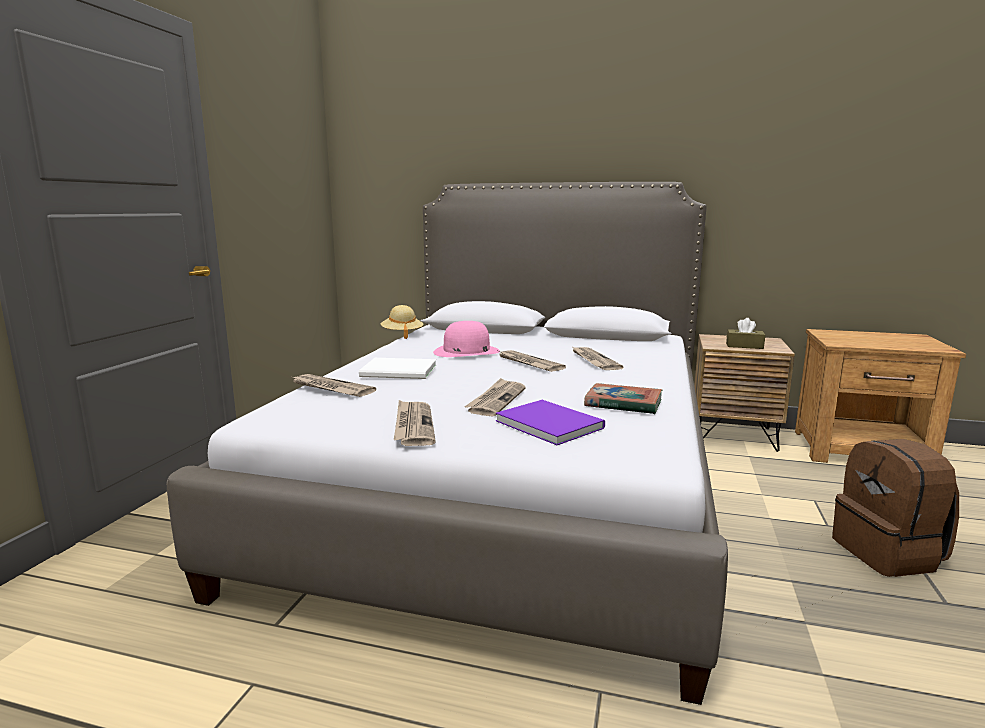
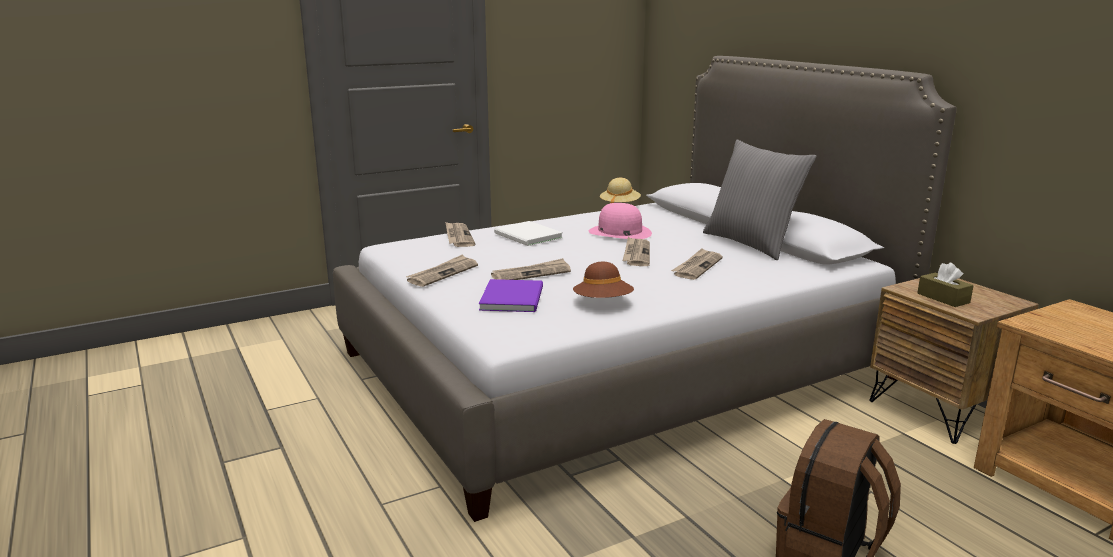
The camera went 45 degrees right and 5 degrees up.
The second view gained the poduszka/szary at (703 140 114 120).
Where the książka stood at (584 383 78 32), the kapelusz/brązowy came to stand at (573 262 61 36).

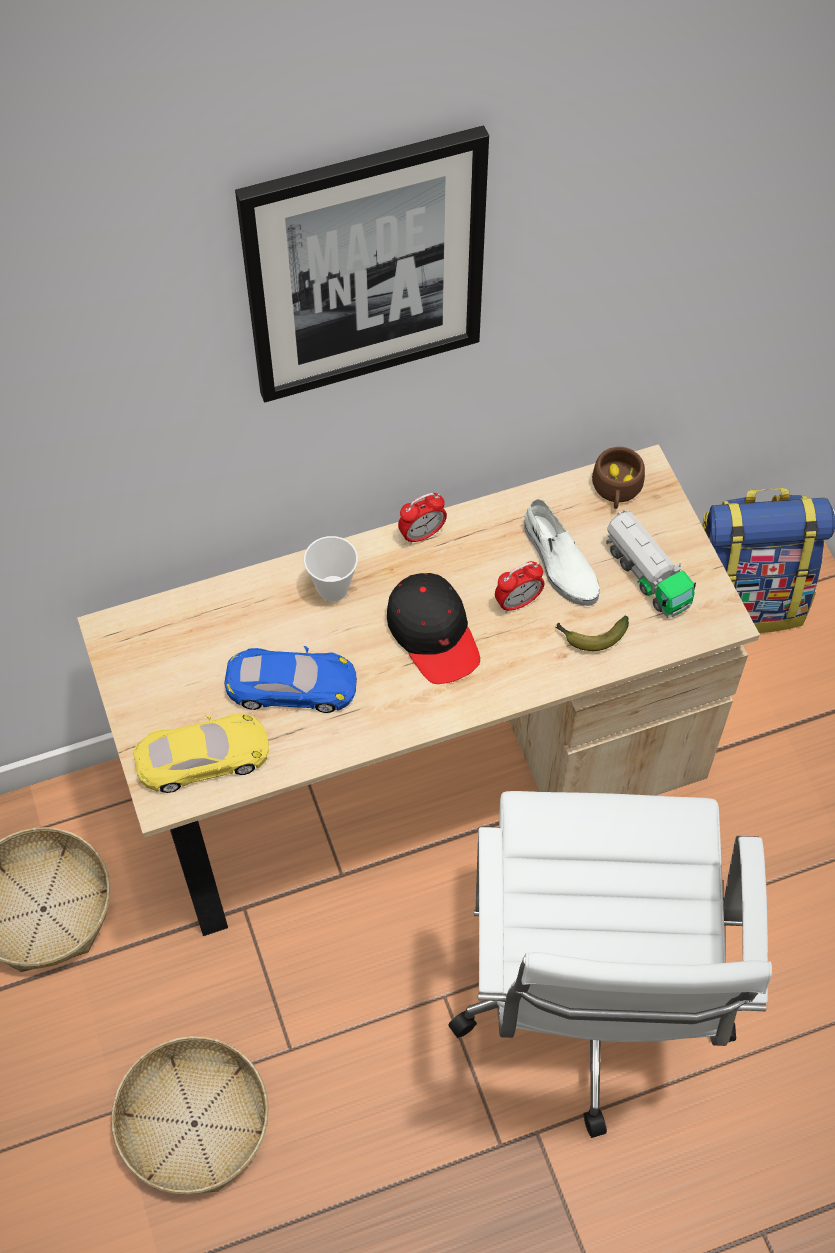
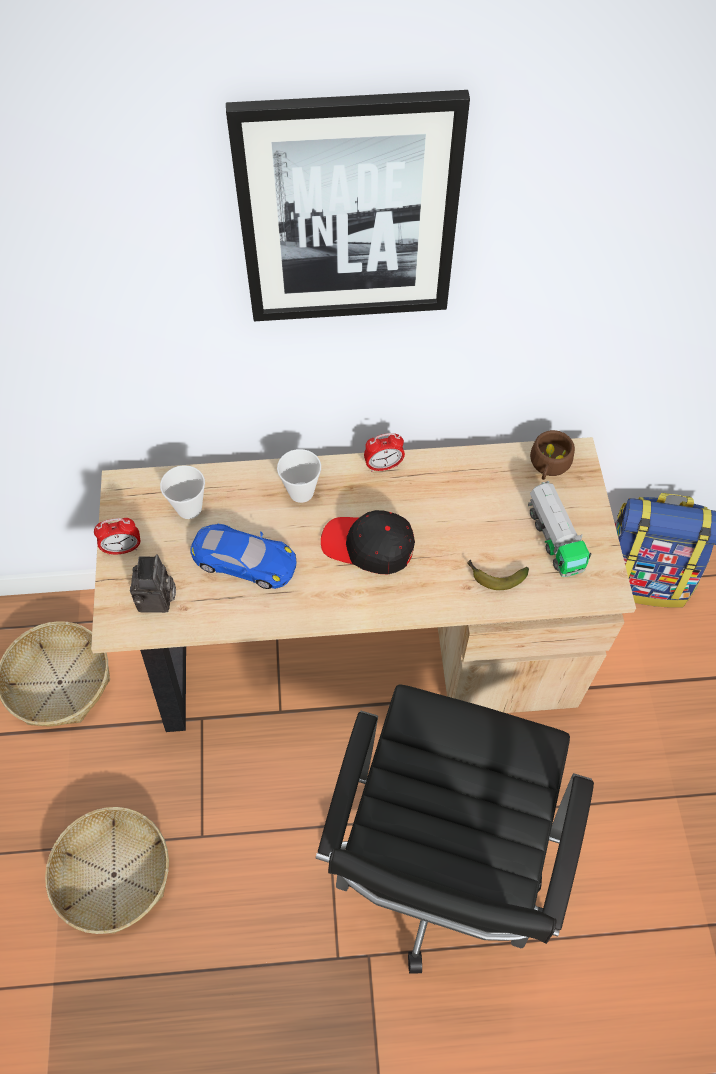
The camera went 15 degrees right and 0 degrees up.
The second view lost the but/biały at (524 499 76 107).
The second view gained the filiżanka at (160 465 45 54).
The budzik ended up elsewhere, having gone from (495 561 49 52) to (94 518 46 37).
Where the samochodzik/żółty stood at (133 713 136 80), the aparat fotograficzny came to stand at (130 555 46 58).
What was the krzesło biurowe/biały at (448 791 324 347) turned into the krzesło biurowe/czarny at (316 684 278 290).
The czapka z daszkiem/czarny at (387 573 93 111) ended up facing another way, 120 degrees clockwise from before.

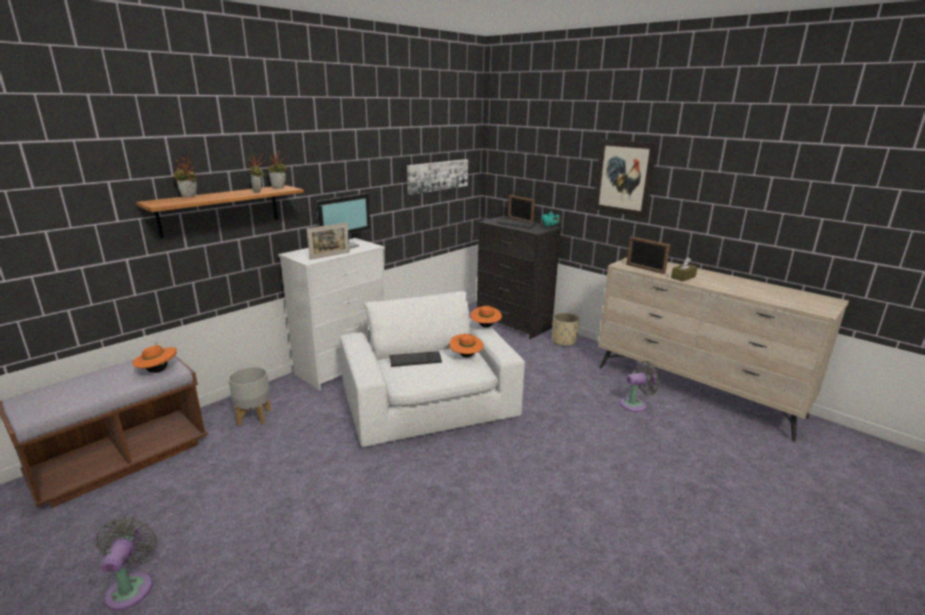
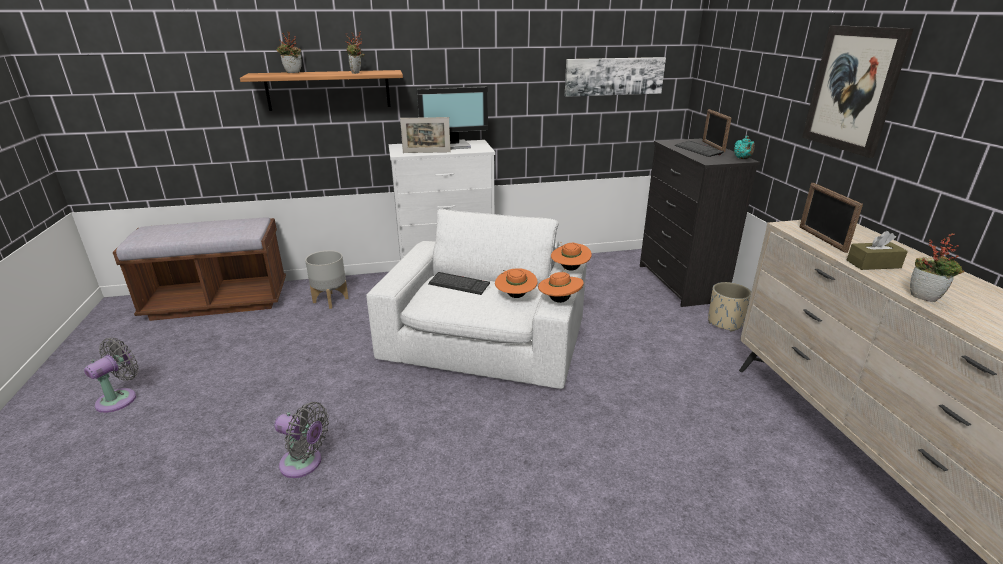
The camera went 35 degrees right and 5 degrees up.
The kapelusz/pomarańczowy ended up elsewhere, having gone from (132 342 45 31) to (538 269 46 34).
The roślina doniczkowa ended up elsewhere, having gone from (268 151 19 38) to (910 233 54 69).
The wentylator/szary ended up elsewhere, having gone from (620 361 40 51) to (274 402 55 76).

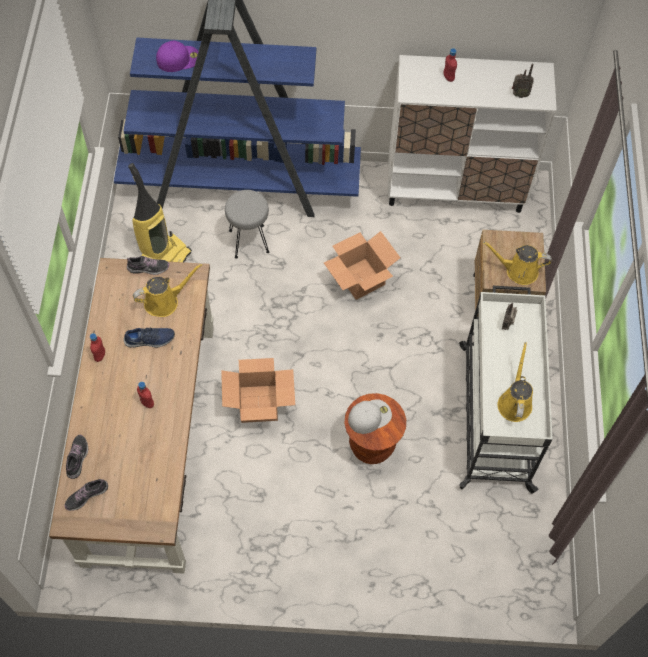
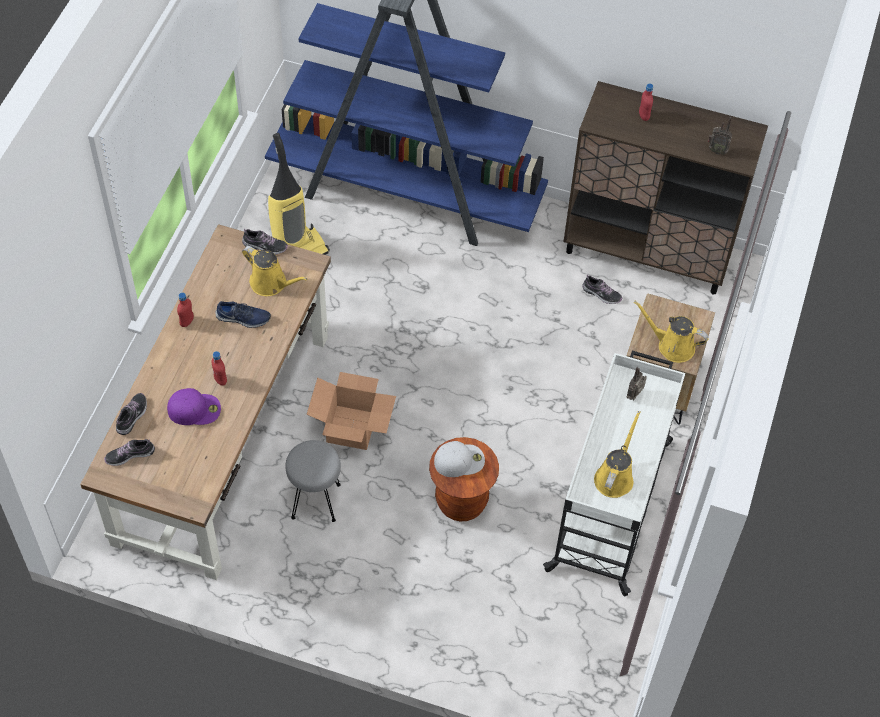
The camera went 15 degrees right and 5 degrees down.
The second view lost the karton at (324 231 76 69).
The second view gained the but at (582 275 40 29).
The czapka z daszkiem/fioletowy ended up elsewhere, having gone from (156 41 43 31) to (167 388 54 37).
The stołek/szary ended up elsewhere, having gone from (225 190 44 69) to (285 440 56 82).
What was the szafka/biały at (387 55 170 158) turned into the szafka/brązowy at (563 81 205 213).
The konewka/żółty at (133 263 69 54) ended up facing another way, 45 degrees clockwise from before.

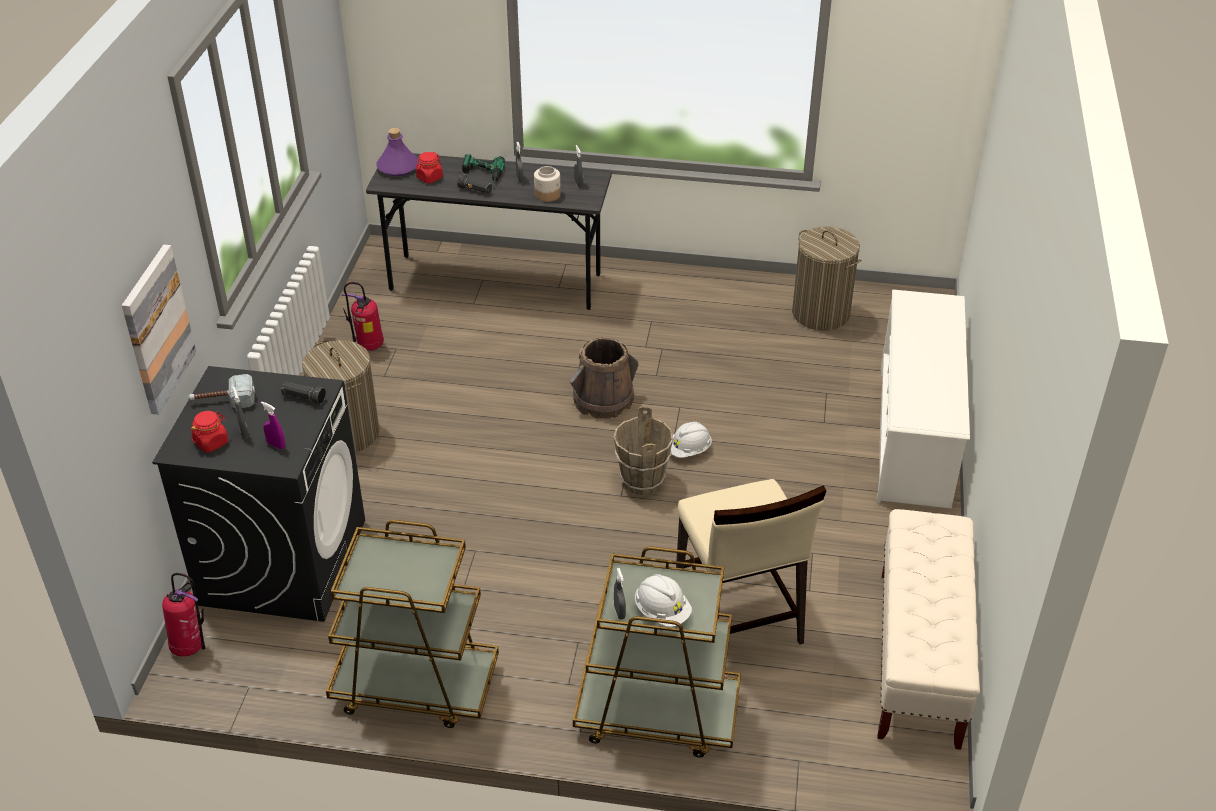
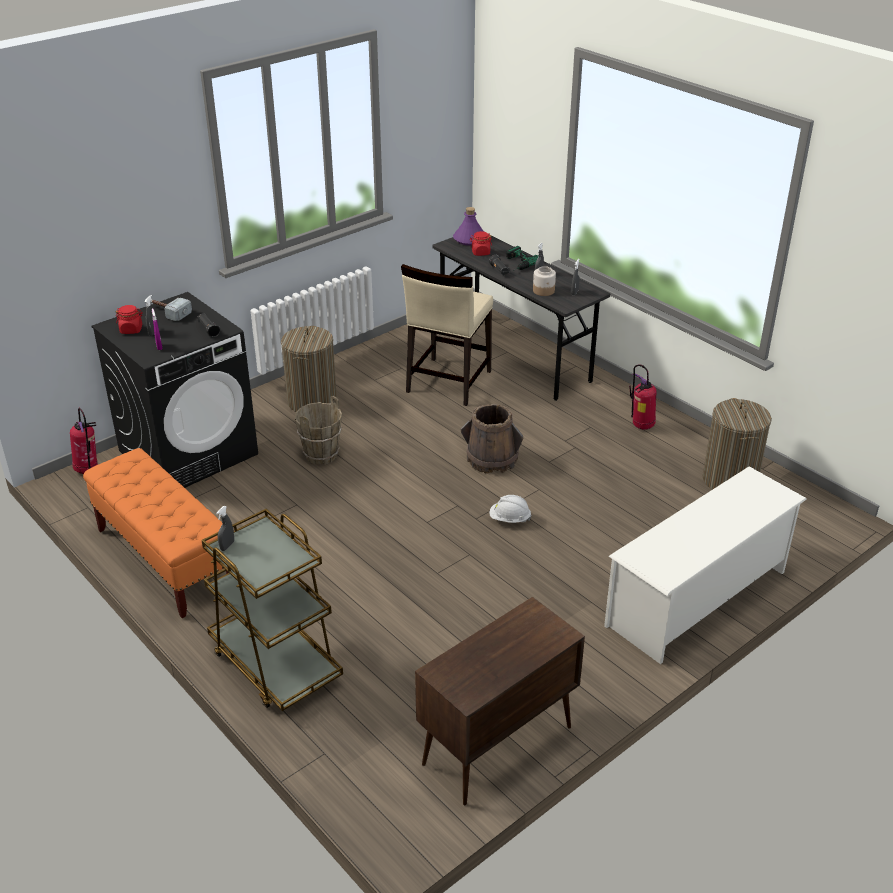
The camera went 40 degrees right and 5 degrees down.
The second view lost the obraz at (122 245 74 170).
The second view lost the kask/biały at (635 574 57 53).
The gaśnica ended up elsewhere, having gone from (342 282 42 69) to (629 364 27 66).
The wiadro/brązowy ended up elsewhere, having gone from (614 406 59 89) to (295 396 47 69).
The krzesło/beżowy ended up elsewhere, having gone from (676 479 150 166) to (401 264 92 142).
Where the wózek/brązowy stood at (326 520 173 208), the ławka/pomarańczowy came to stand at (83 448 146 170).
Where the ławka/beżowy stood at (877 509 103 241), the szafka/brązowy came to stand at (415 597 170 208).

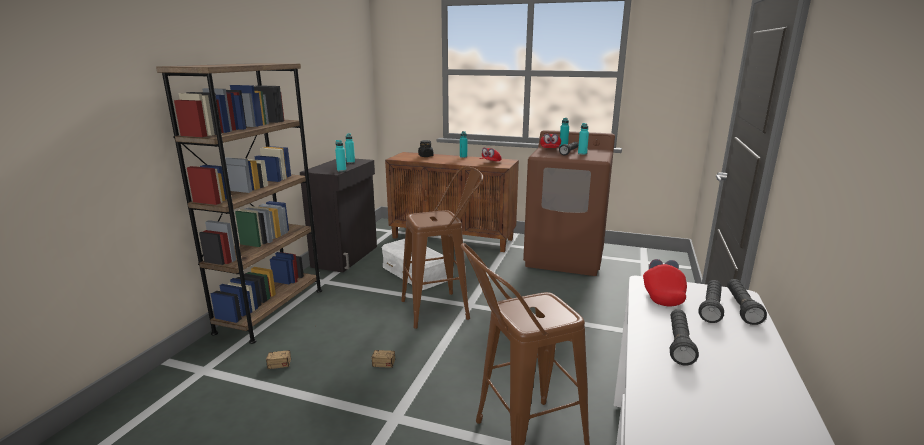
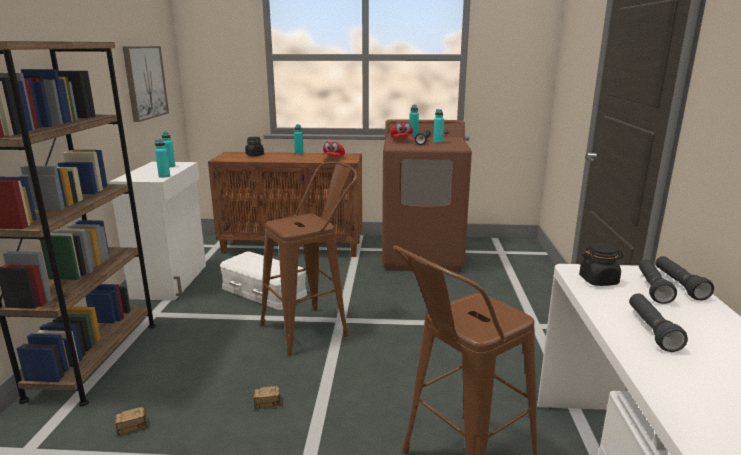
The camera went 15 degrees left and 0 degrees up.
The second view gained the obraz at (123 46 46 76).
Where the czapka z daszkiem/czerwony stood at (643 259 44 48), the słoik/czarny came to stand at (579 243 45 43).
What was the szafka/czarny at (300 158 77 114) turned into the szafka/biały at (109 162 97 139).

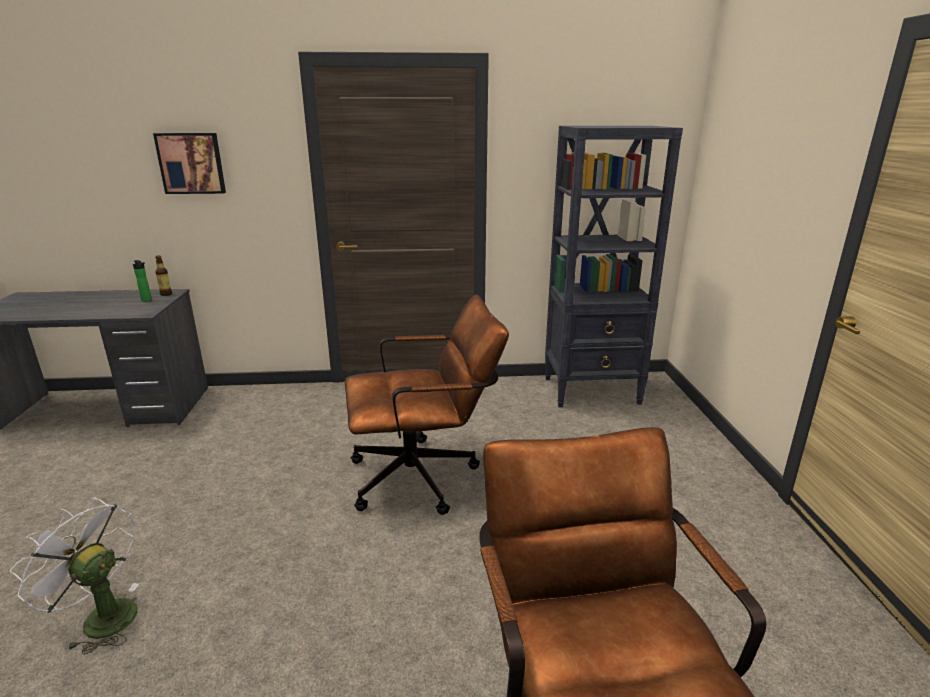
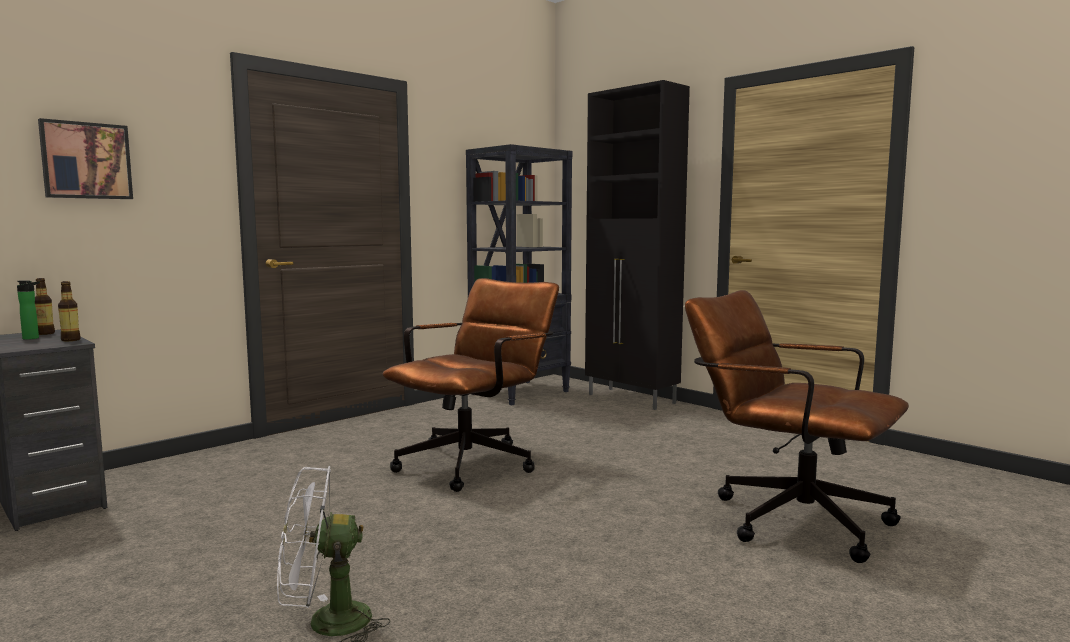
The camera went 40 degrees left and 15 degrees down.
The second view gained the butelka at (58 281 23 60).
The second view gained the szafka/czarny at (585 80 105 330).

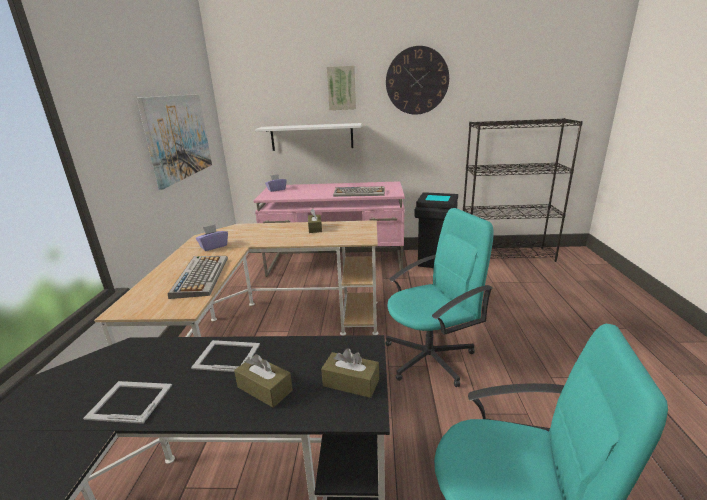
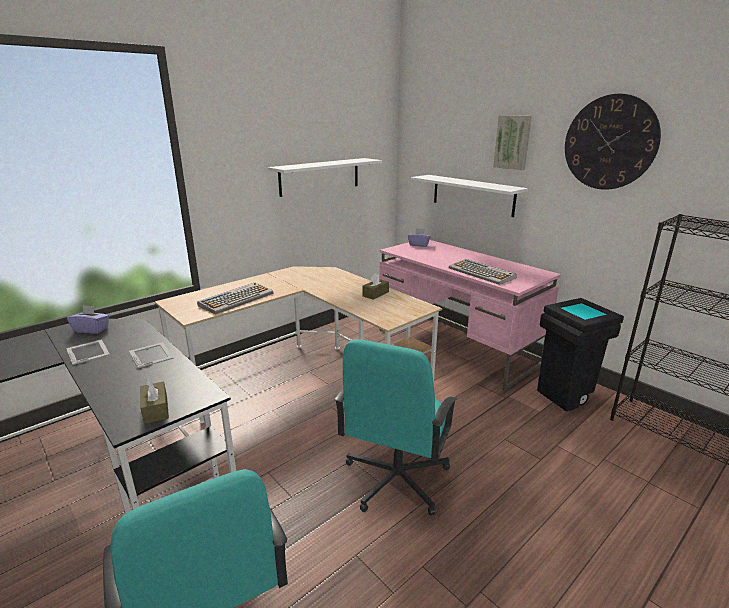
The camera went 45 degrees right and 0 degrees up.
The second view lost the pudełko chusteczek/brązowy at (234 354 59 54).
The pudełko chusteczek/fioletowy ended up elsewhere, having gone from (196 225 32 26) to (67 305 42 29).
Where the obraz hung at (137 94 75 96), the półka/biały came to hang at (268 158 114 39).
The krzesło biurowe/turkusowy at (385 208 109 179) ended up facing another way, 90 degrees clockwise from before.

